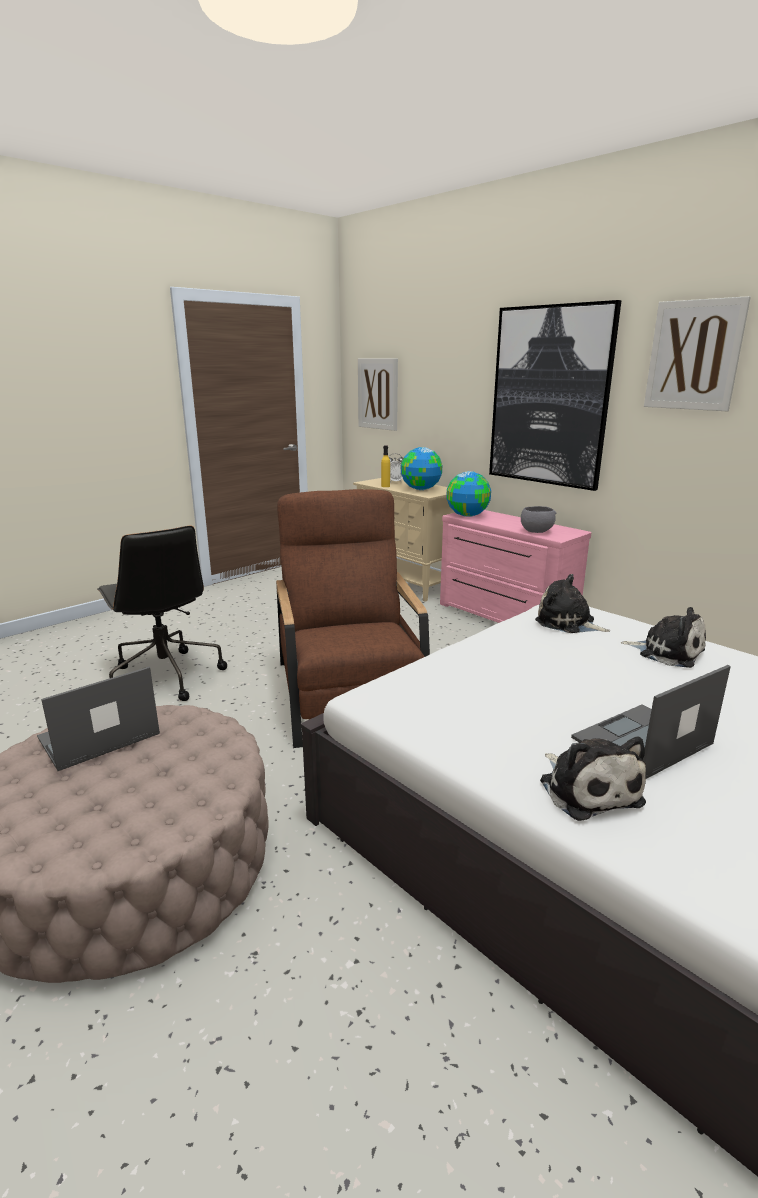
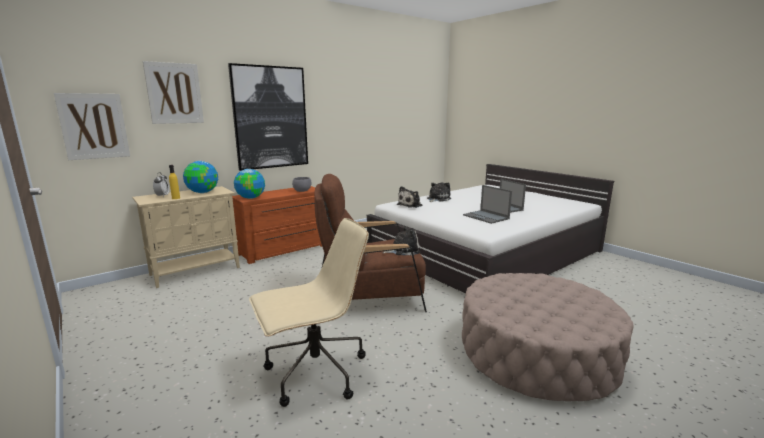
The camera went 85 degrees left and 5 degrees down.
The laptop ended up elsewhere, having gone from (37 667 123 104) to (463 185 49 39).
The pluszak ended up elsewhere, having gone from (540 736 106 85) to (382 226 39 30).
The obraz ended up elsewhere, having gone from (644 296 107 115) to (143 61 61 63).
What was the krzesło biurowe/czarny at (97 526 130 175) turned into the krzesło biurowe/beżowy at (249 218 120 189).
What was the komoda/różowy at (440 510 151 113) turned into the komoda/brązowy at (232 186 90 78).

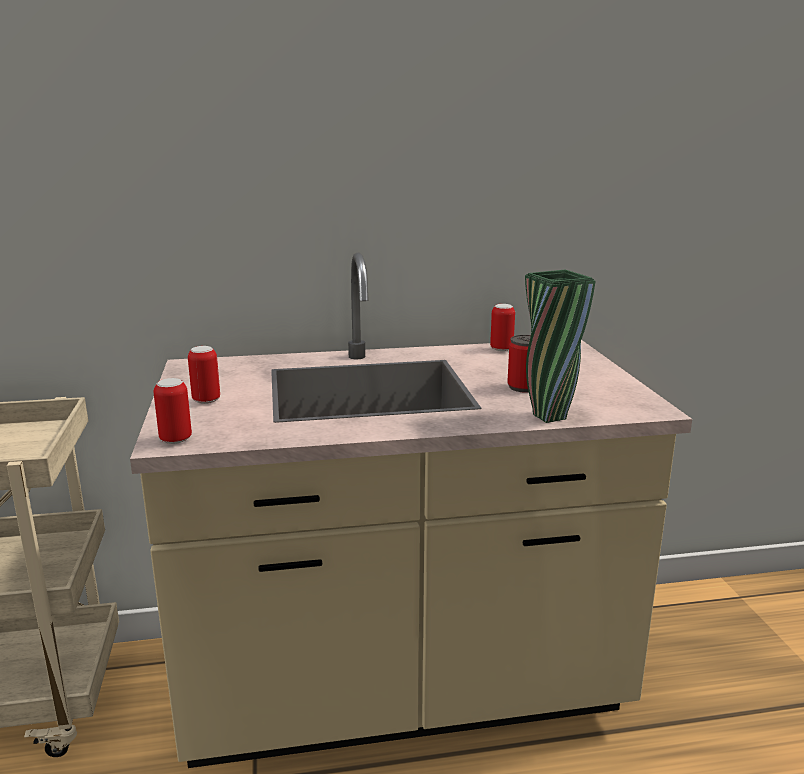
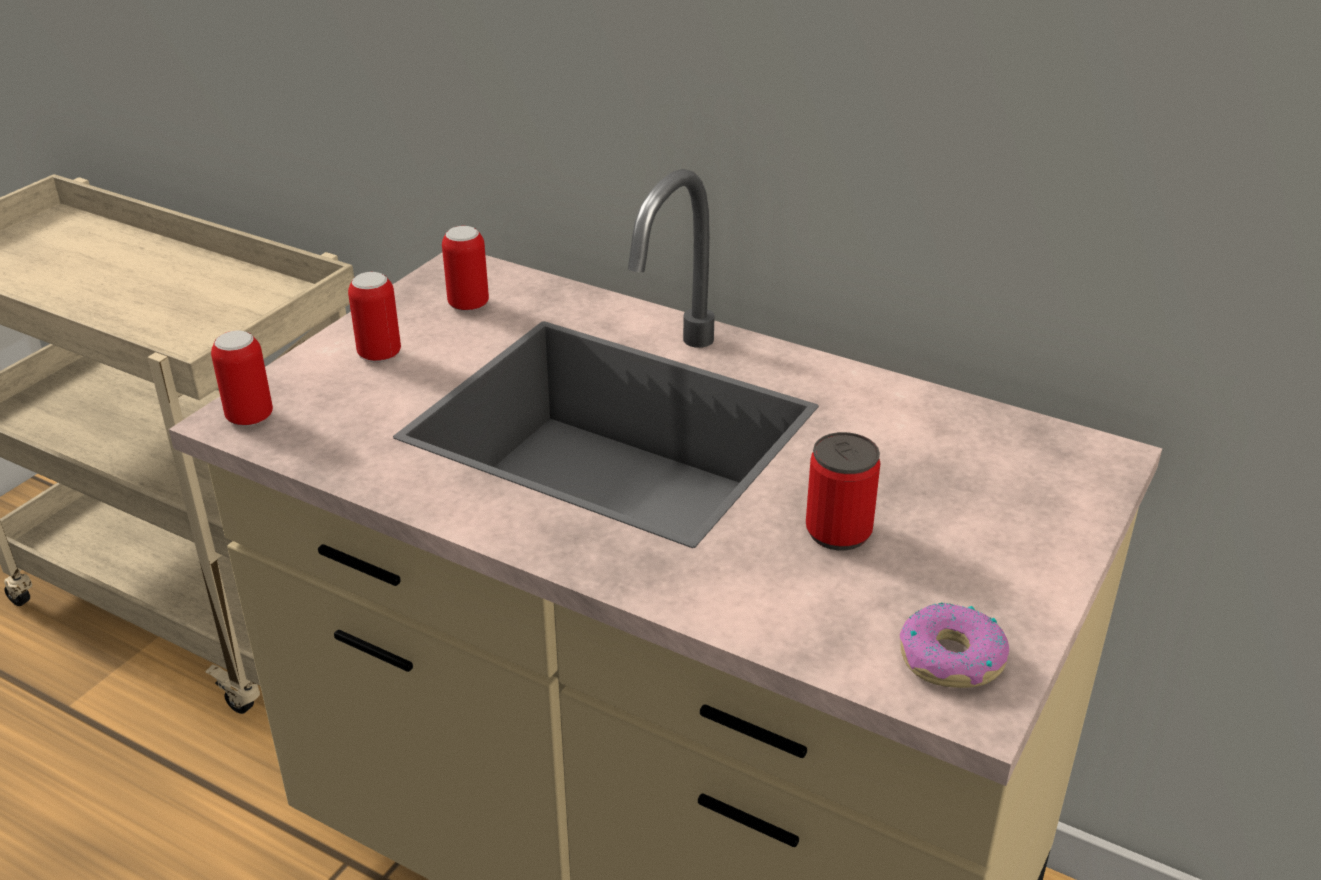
The camera went 40 degrees right and 15 degrees up.
The second view lost the wazon/zielony at (525 270 70 153).
The second view gained the donut at (900 602 109 86).
The puszka ended up elsewhere, having gone from (490 304 25 47) to (442 226 47 86).

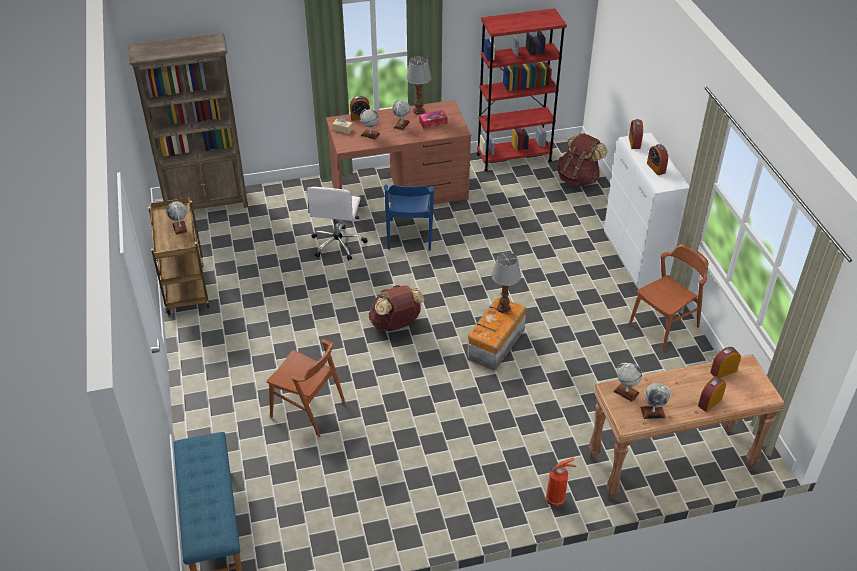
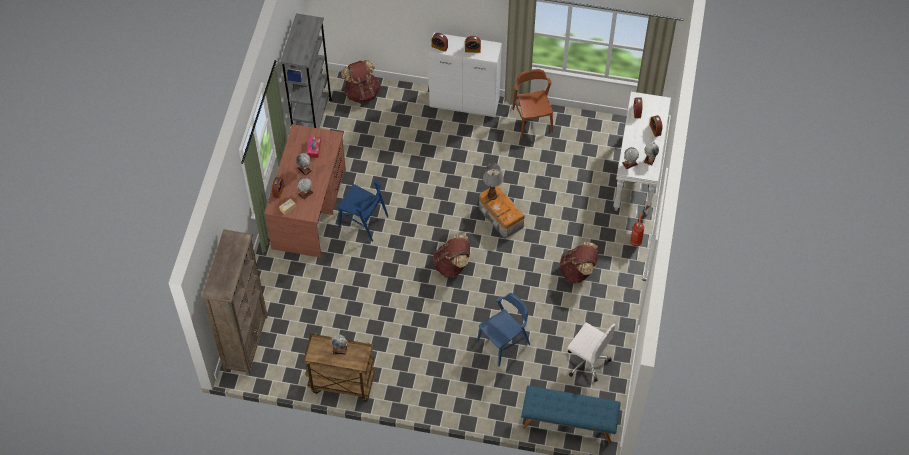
The camera went 65 degrees left and 15 degrees up.
The second view lost the lampa stołowa at (406 56 26 59).
The second view gained the plecak/brązowy at (559 242 39 42).
The krzesło biurowe/biały ended up elsewhere, having gone from (307 187 61 73) to (567 322 49 60).
What was the krzesło/brązowy at (267 339 78 98) turned into the krzesło/niebieski at (477 293 53 74).
What was the regał/czerwony at (477 9 90 163) turned into the regał/szary at (280 14 52 114).
What was the stolik konsolowy/brązowy at (588 354 197 146) turned into the stolik konsolowy/biały at (613 92 58 124).

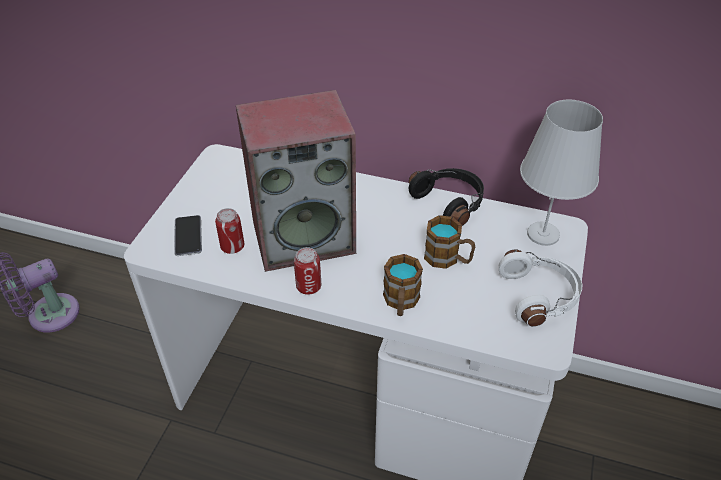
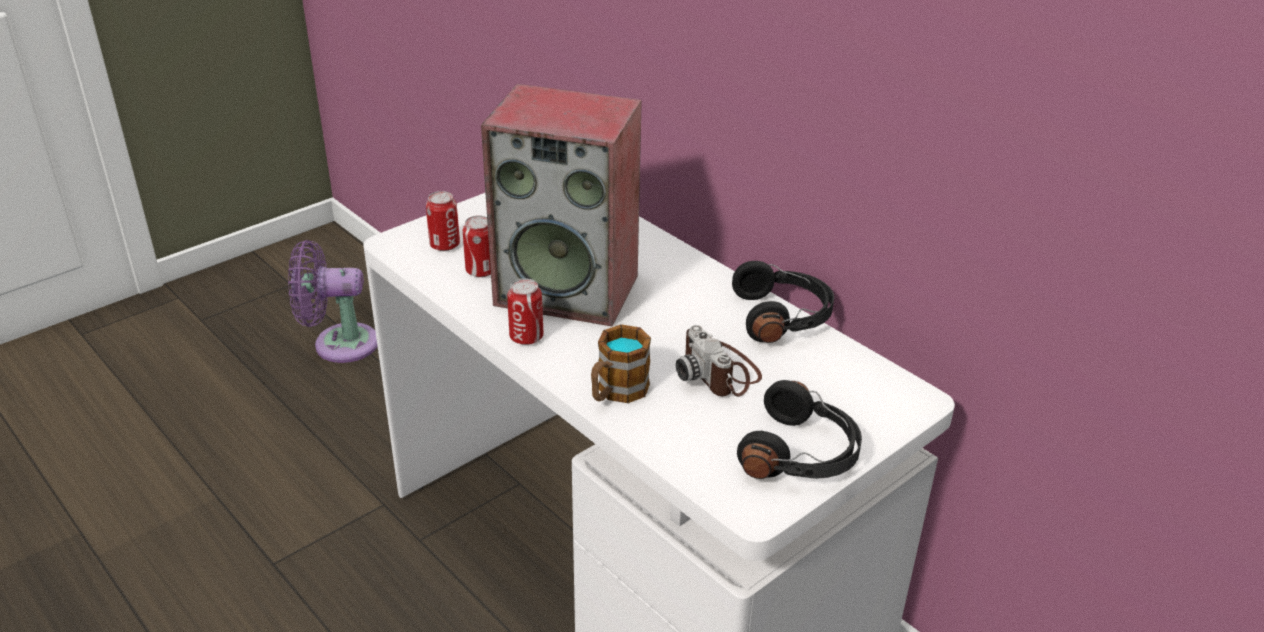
The camera went 30 degrees right and 10 degrees down.
The second view lost the lampa stołowa/biały at (520 100 83 146).
Where the telefon stood at (174 215 28 41), the puszka came to stand at (426 191 34 60).
Where the kubek stood at (424 215 51 54), the aparat fotograficzny came to stand at (676 325 86 72).
What was the słuchawki/biały at (499 249 83 78) turned into the słuchawki/czarny at (737 380 125 99).

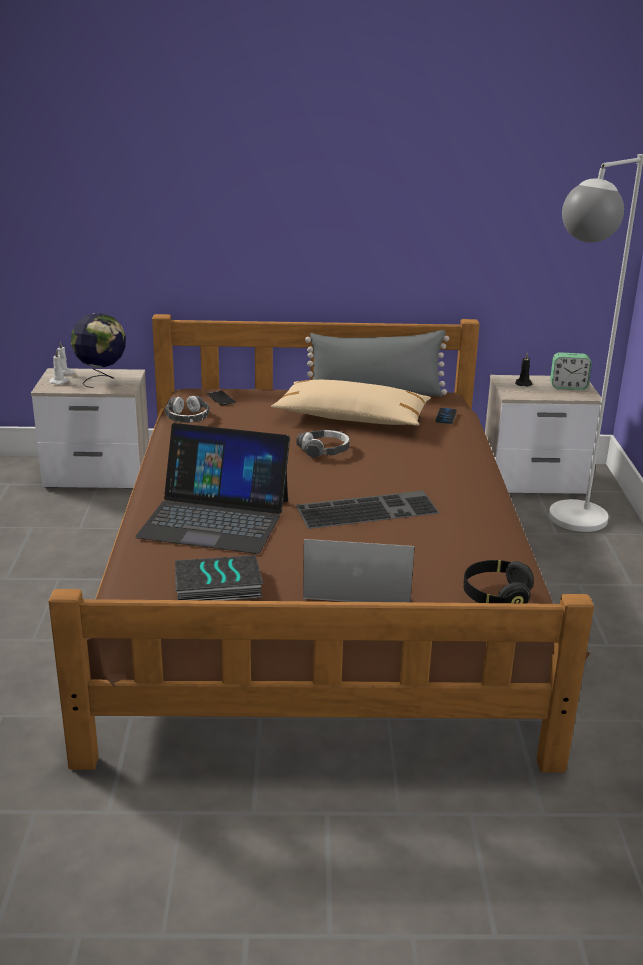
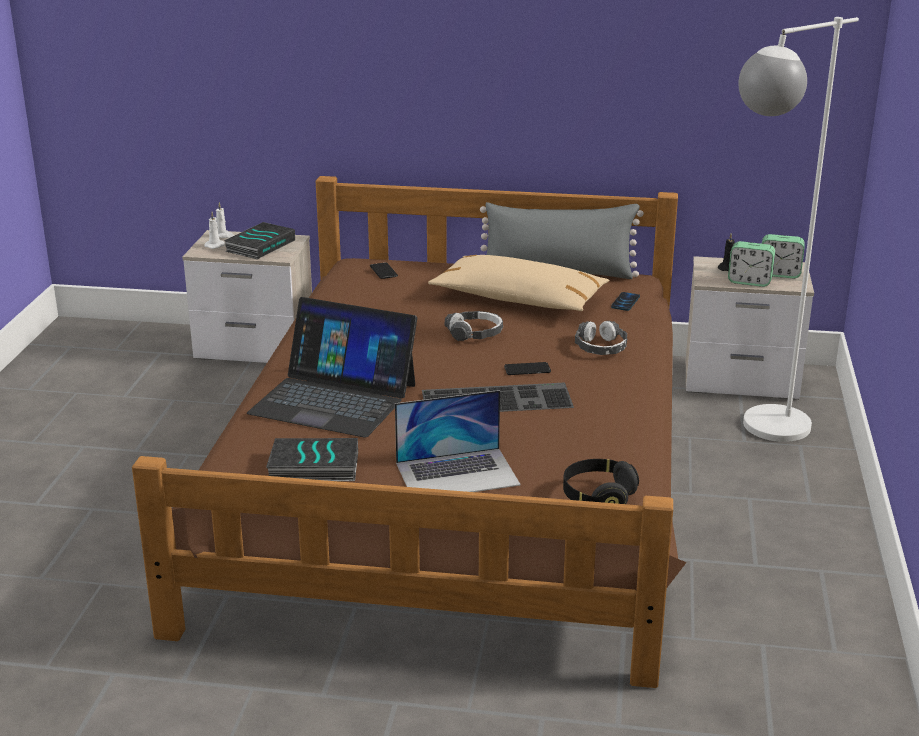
The camera went 10 degrees right and 0 degrees up.
The second view gained the telefon at (504 362 47 13).
The second view gained the budzik at (728 241 47 46).
The słuchawki ended up elsewhere, having gone from (165 395 44 28) to (575 321 52 34).
Where the globus stood at (71 313 55 75), the książka came to stand at (224 222 71 37).
The laptop at (303 539 112 63) ended up facing another way, 150 degrees clockwise from before.

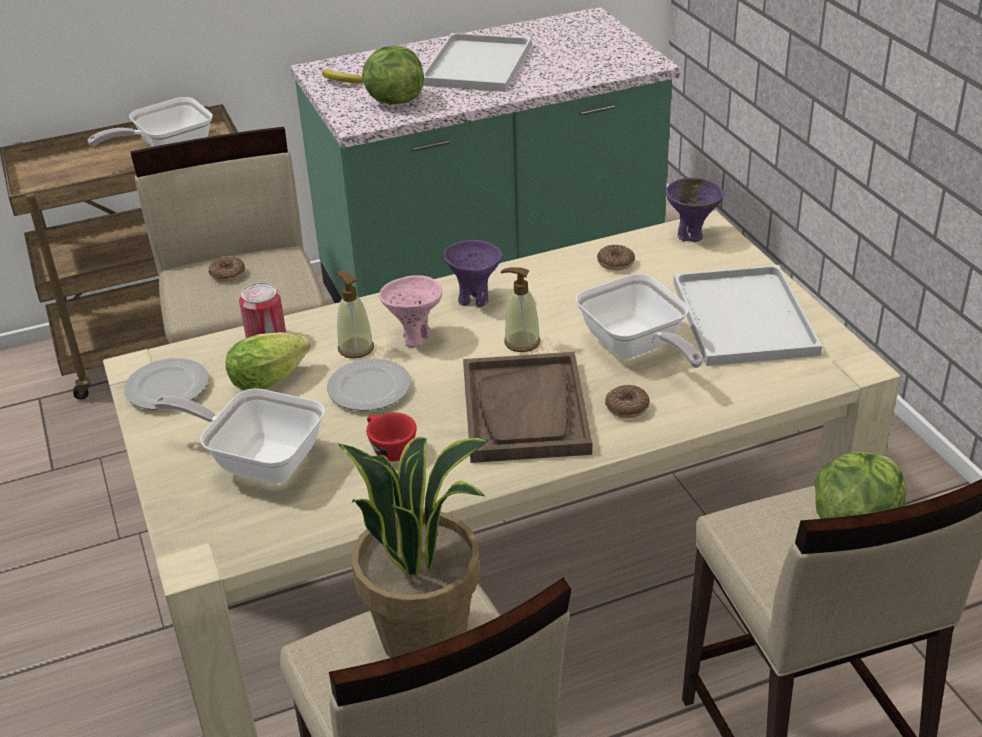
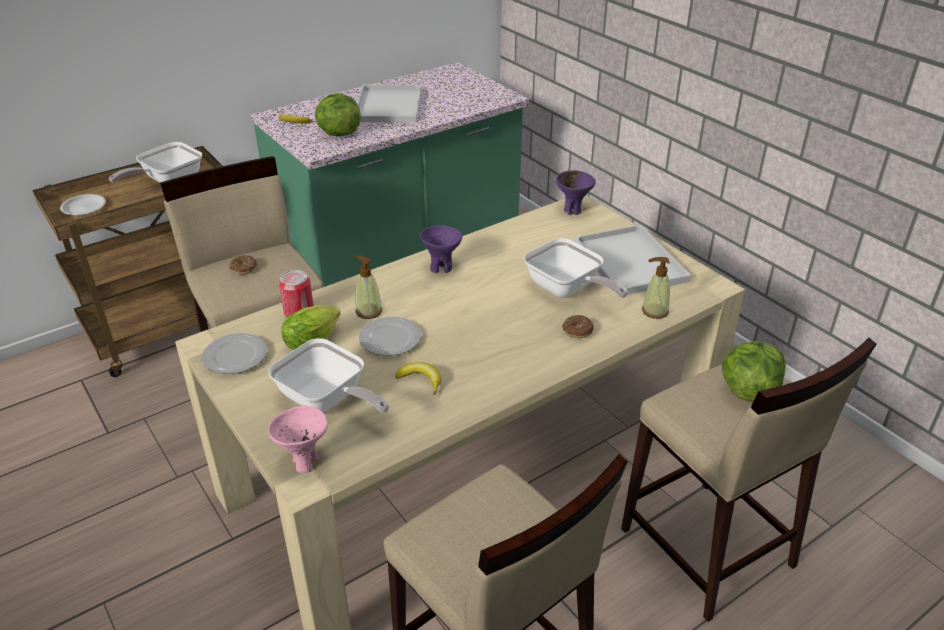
The camera went 15 degrees left and 0 degrees up.
The second view lost the roślina doniczkowa at (338 437 151 221).
The second view lost the taca/brązowy at (463 352 129 111).
The second view lost the donut at (597 245 38 26).
The second view gained the talerz/biały at (60 194 46 22).
The miska/różowy ended up elsewhere, having gone from (379 275 63 73) to (268 406 60 67).
The dozownik mydła ended up elsewhere, having gone from (501 267 39 85) to (642 257 28 62).
Where the filiżanka/czerwony stood at (366 412 51 49), the banan came to stand at (395 362 46 33).
The patelnia at (154 388 171 96) ended up facing another way, 150 degrees counterclockwise from before.

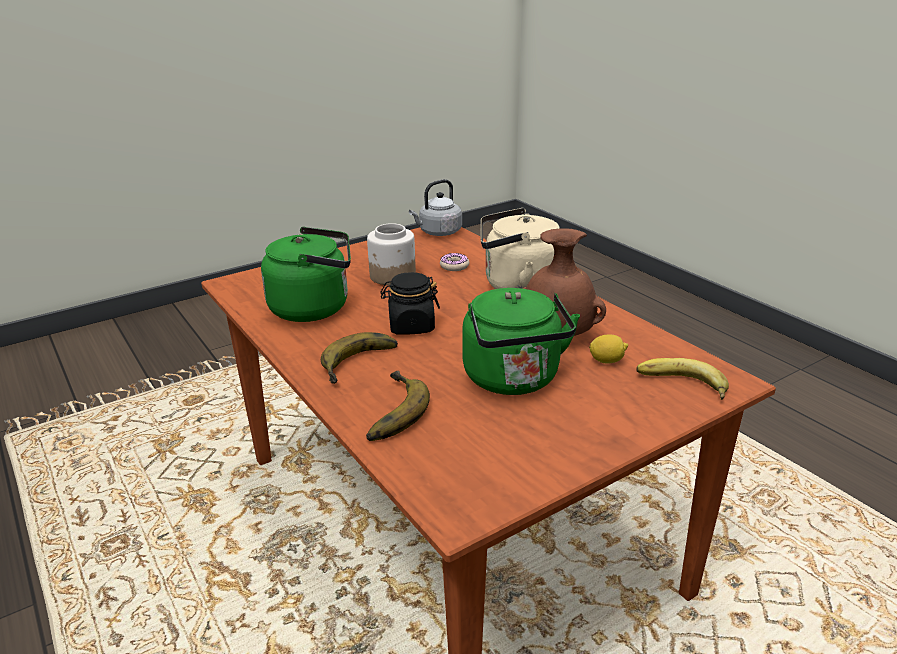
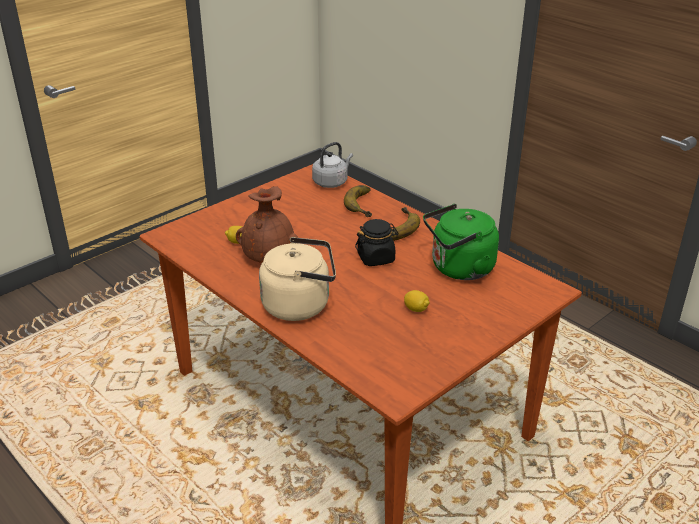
The camera went 170 degrees right and 5 degrees up.
The second view lost the donut at (440 253 29 18).
The second view lost the czajnik/zielony at (462 288 118 107).
The second view lost the banan at (636 358 93 42).
The czajnik/szary ended up elsewhere, having gone from (409 179 53 57) to (312 142 41 46).
Where the słoik stood at (367 223 49 62), the cytryna came to stand at (404 290 26 22).

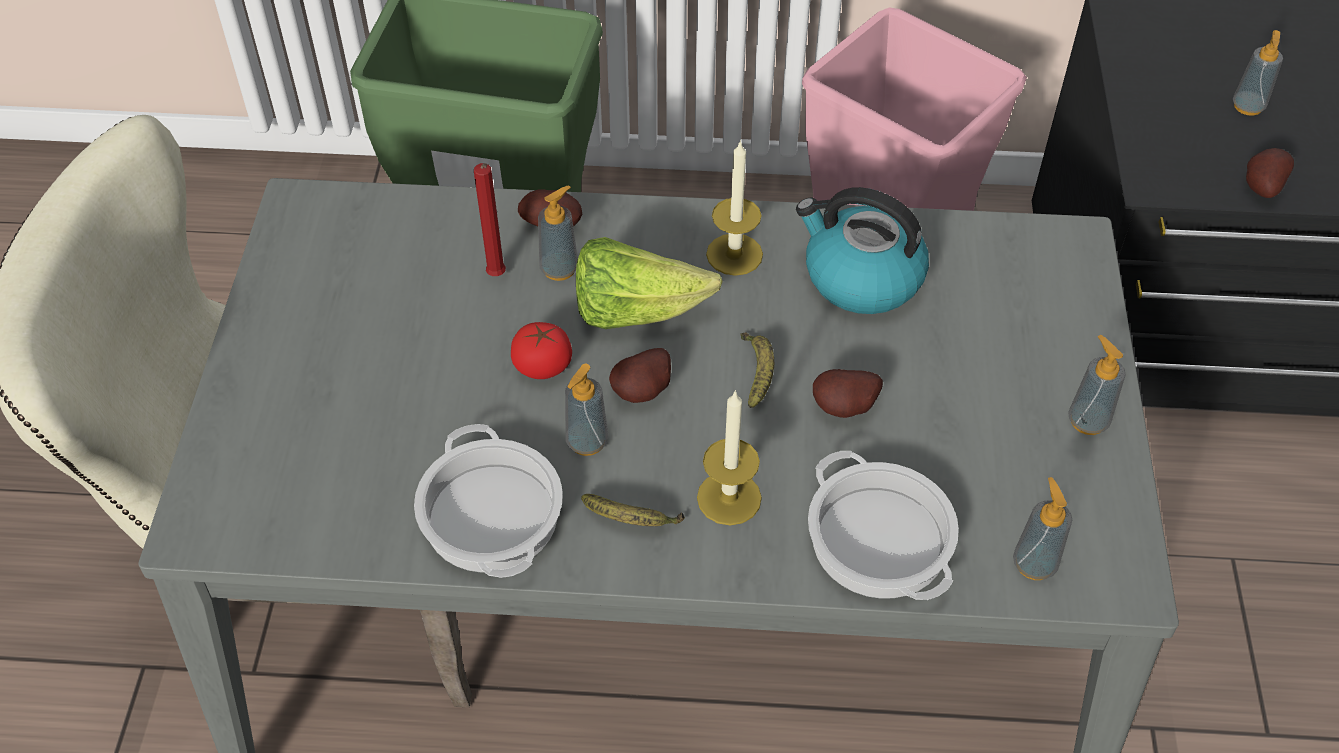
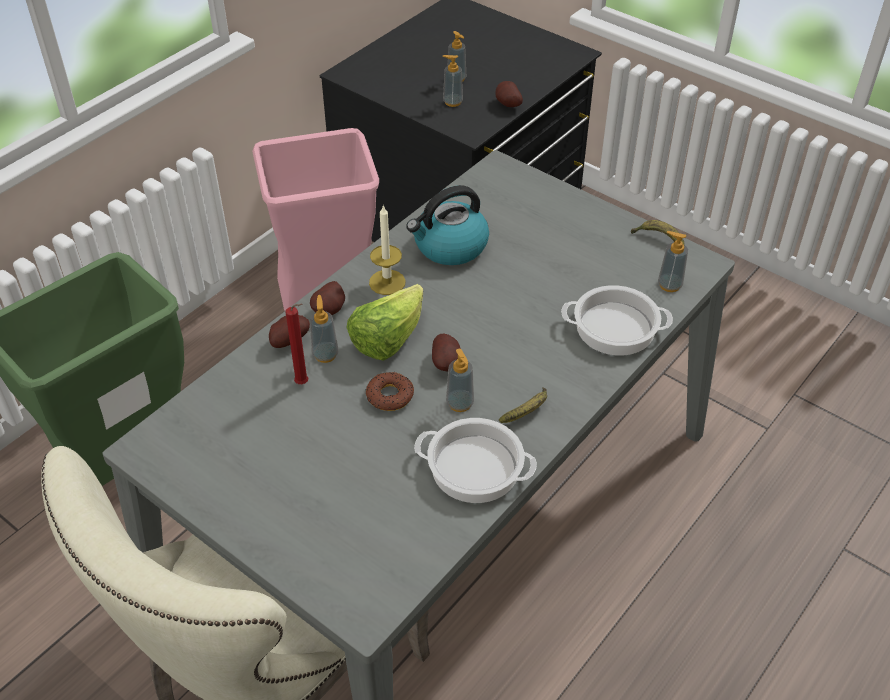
The camera went 55 degrees left and 5 degrees down.
The second view lost the świeca at (697 390 65 135).
The banan ended up elsewhere, having gone from (740 332 34 76) to (631 220 54 25).
The ziemniak ended up elsewhere, having gone from (813 369 70 49) to (310 281 35 34).
The dozownik mydła ended up elsewhere, having gone from (1068 335 58 100) to (443 55 20 52).
Where the pomidor stood at (511 322 61 57), the donut came to stand at (366 372 48 39).

